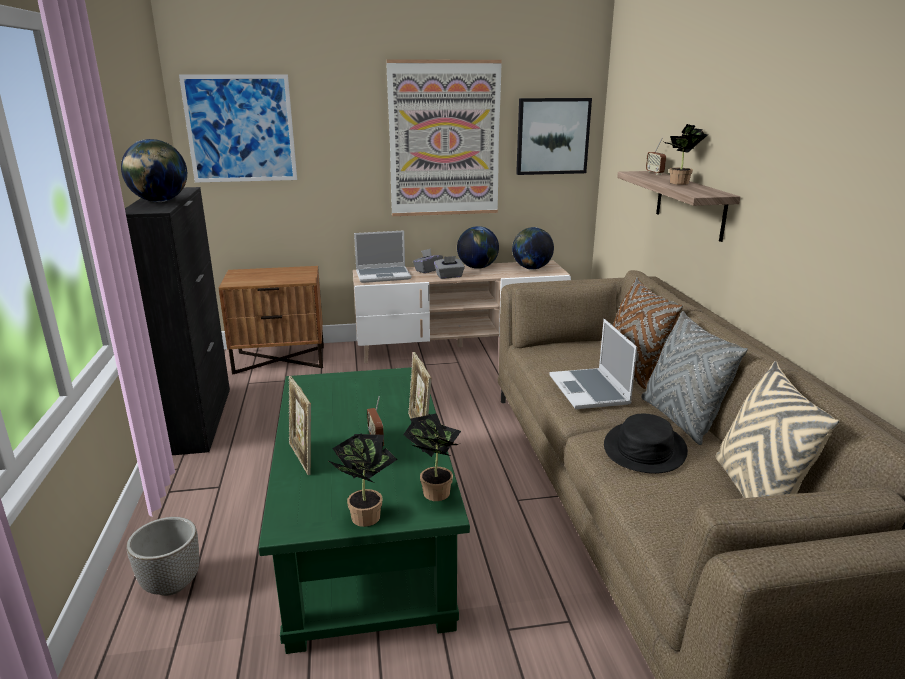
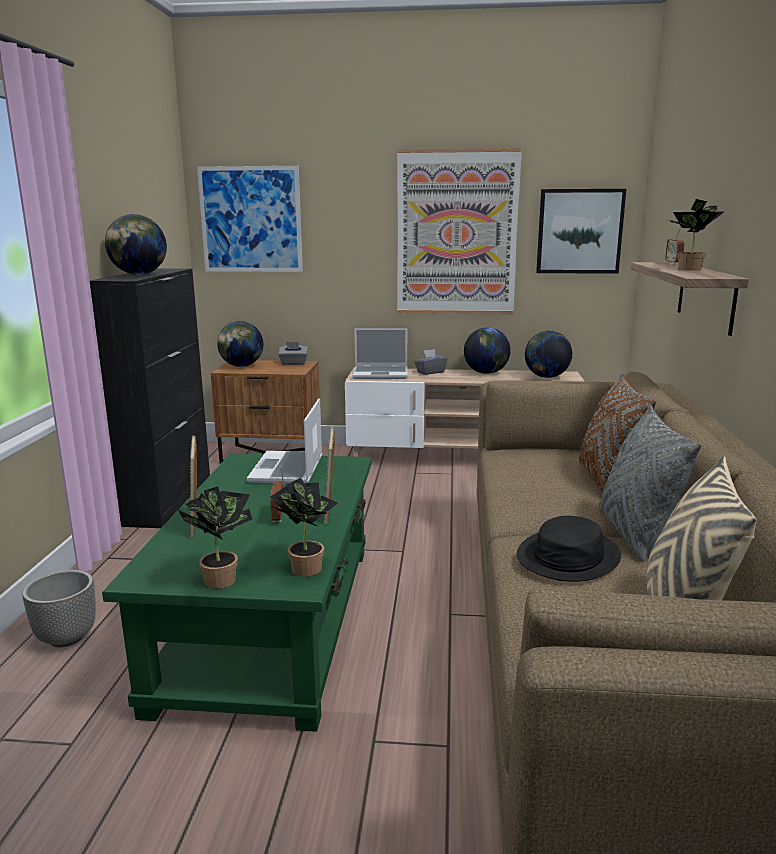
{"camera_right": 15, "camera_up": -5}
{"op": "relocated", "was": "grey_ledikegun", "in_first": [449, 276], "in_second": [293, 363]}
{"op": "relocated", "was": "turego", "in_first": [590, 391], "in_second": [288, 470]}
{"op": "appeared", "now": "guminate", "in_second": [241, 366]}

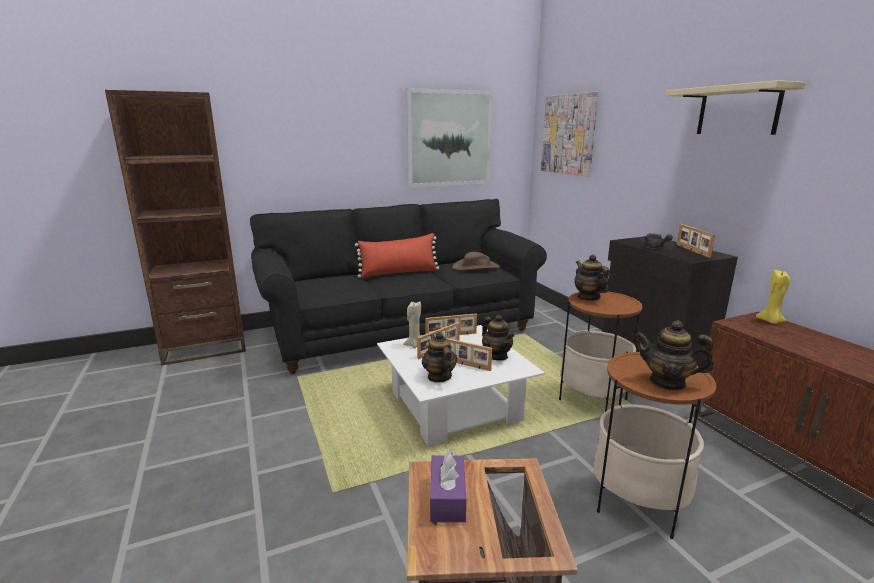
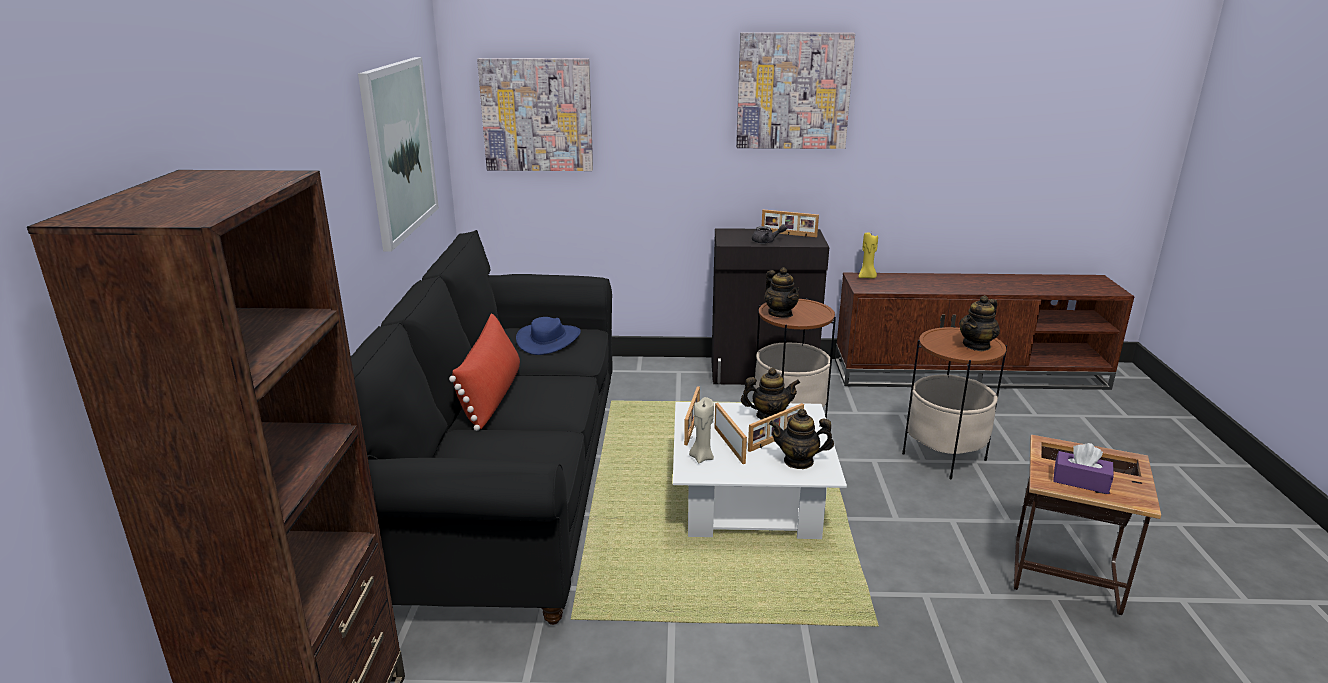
{"camera_right": -65, "camera_up": 5}
{"op": "colour", "was": "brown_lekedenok", "now": "blue_lekedenok", "in_first": [476, 267], "in_second": [549, 340]}
{"op": "spun", "was": "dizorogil", "in_first": [588, 297], "in_second": [780, 314], "clockwise": -120}
{"op": "exchanged", "was": "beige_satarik", "now": "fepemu", "in_first": [738, 111], "in_second": [793, 91]}

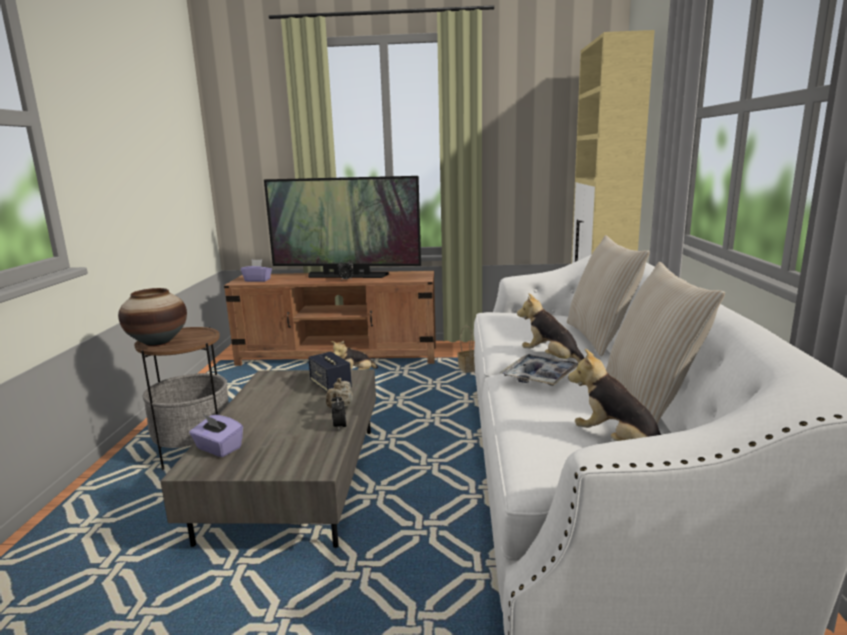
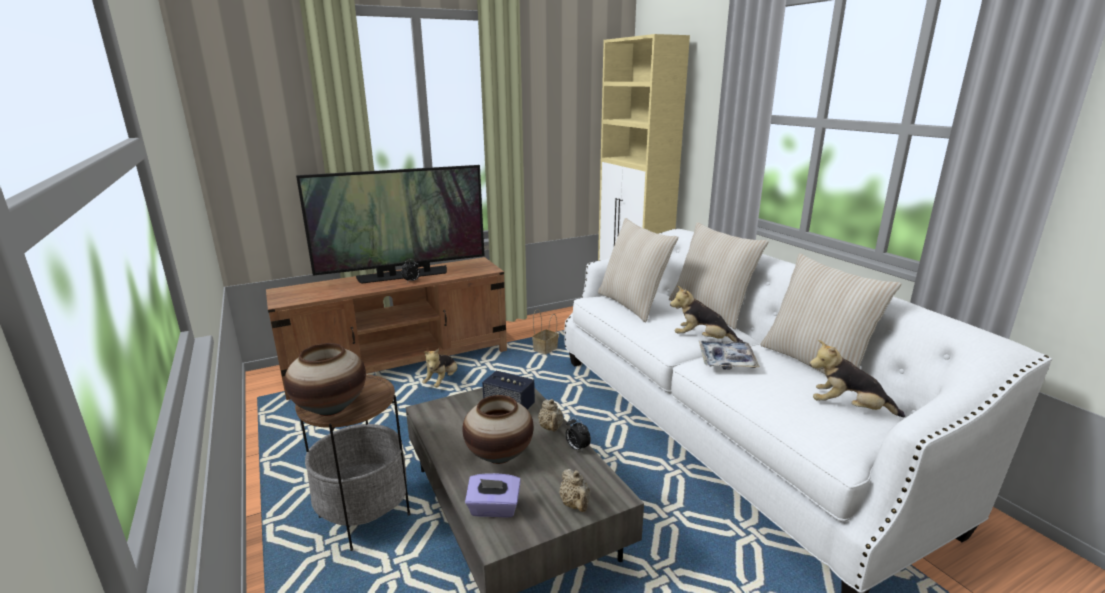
{"camera_right": -30, "camera_up": 5}
{"op": "missing", "was": "purple_ledikegun", "in_first": [257, 280]}
{"op": "appeared", "now": "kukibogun", "in_second": [499, 455]}
{"op": "appeared", "now": "beige_dizorogil", "in_second": [575, 505]}
{"op": "appeared", "now": "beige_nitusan", "in_second": [633, 304]}

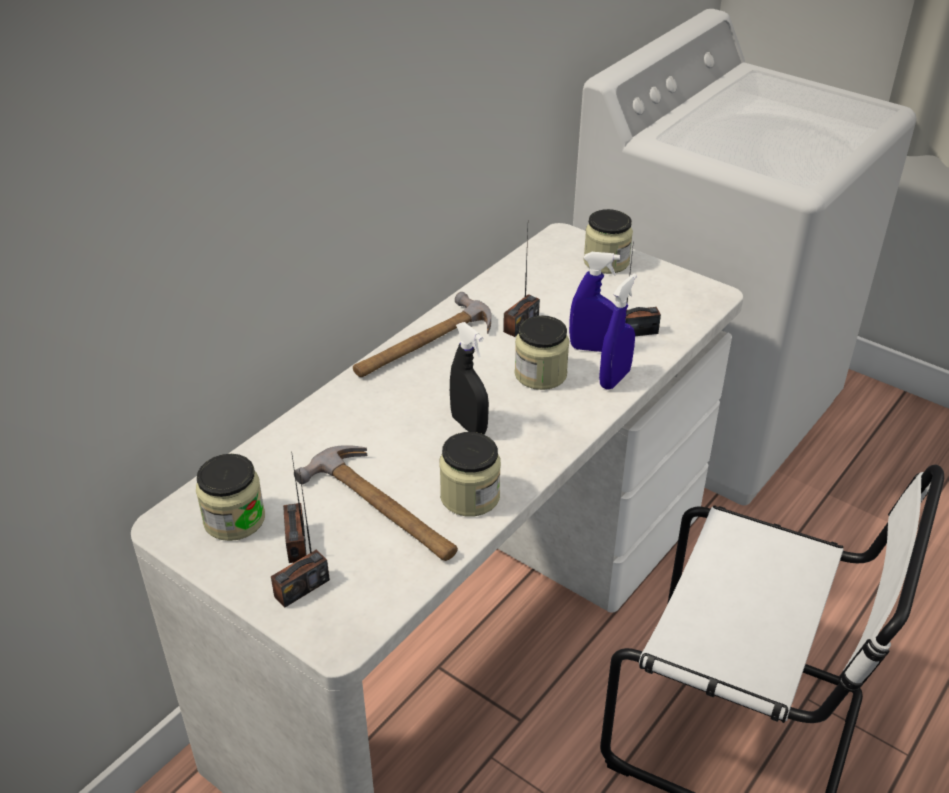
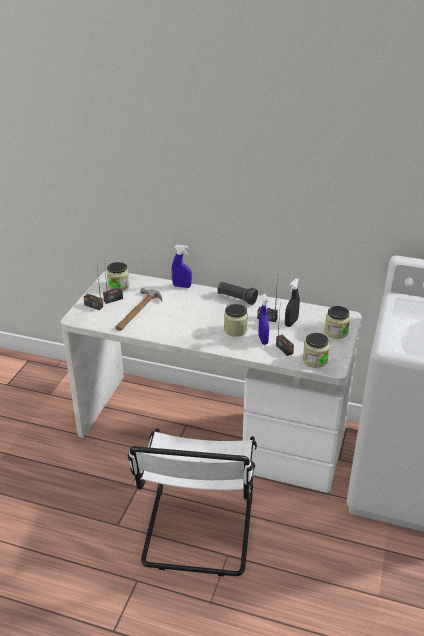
{"camera_right": 70, "camera_up": -5}
{"op": "exchanged", "was": "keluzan", "now": "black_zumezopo", "in_first": [423, 344], "in_second": [236, 298]}
{"op": "relocated", "was": "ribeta", "in_first": [470, 496], "in_second": [315, 360]}
{"op": "relocated", "was": "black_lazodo", "in_first": [469, 425], "in_second": [291, 323]}
{"op": "relocated", "was": "blue_lazodo", "in_first": [614, 379], "in_second": [182, 286]}

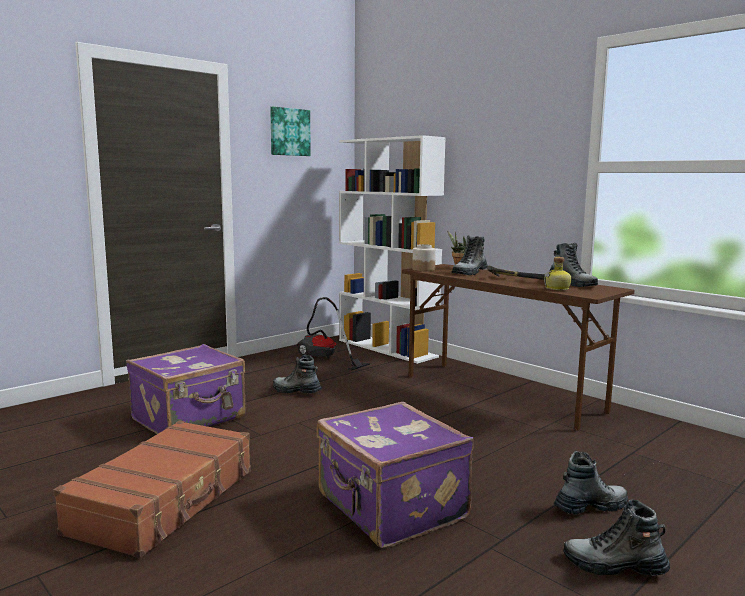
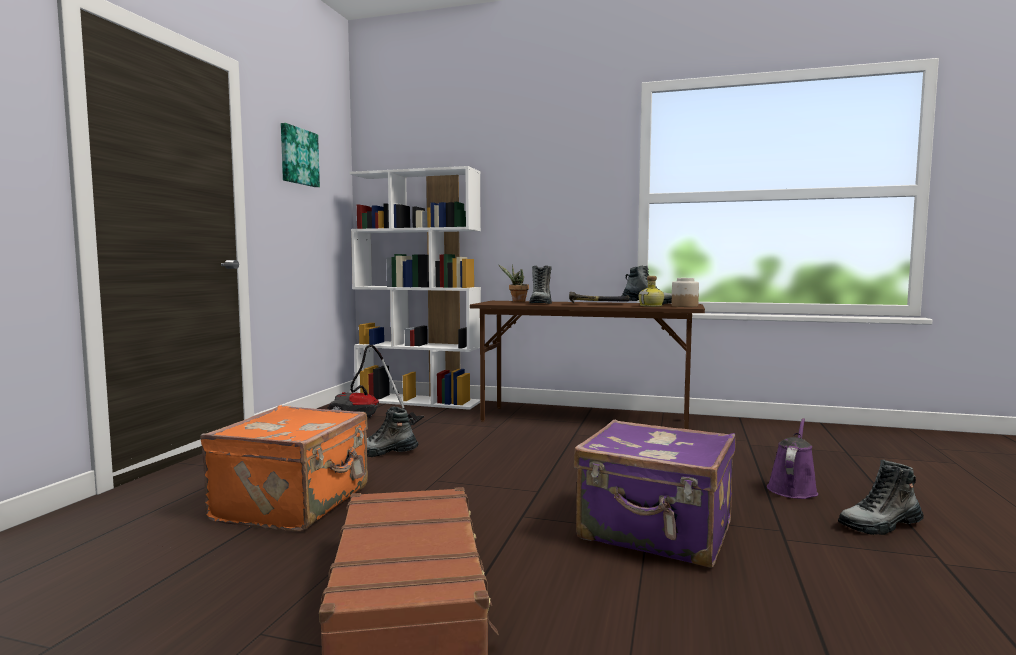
{"camera_right": -30, "camera_up": -5}
{"op": "colour", "was": "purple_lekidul", "now": "orange_lekidul", "in_first": [190, 419], "in_second": [295, 504]}
{"op": "relocated", "was": "ribeta", "in_first": [423, 269], "in_second": [684, 306]}
{"op": "exchanged", "was": "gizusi", "now": "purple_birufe", "in_first": [590, 507], "in_second": [792, 488]}

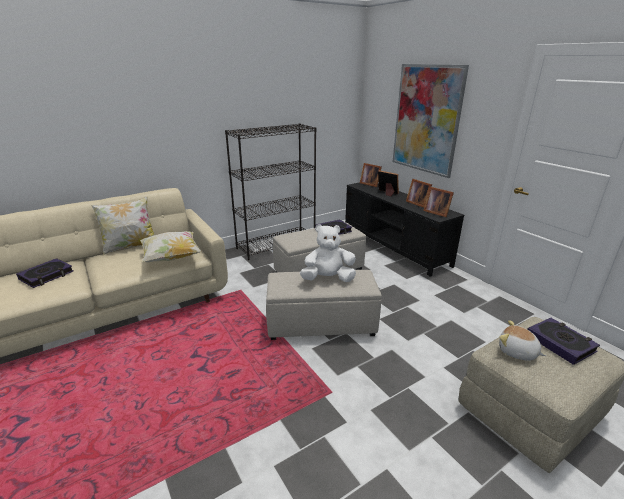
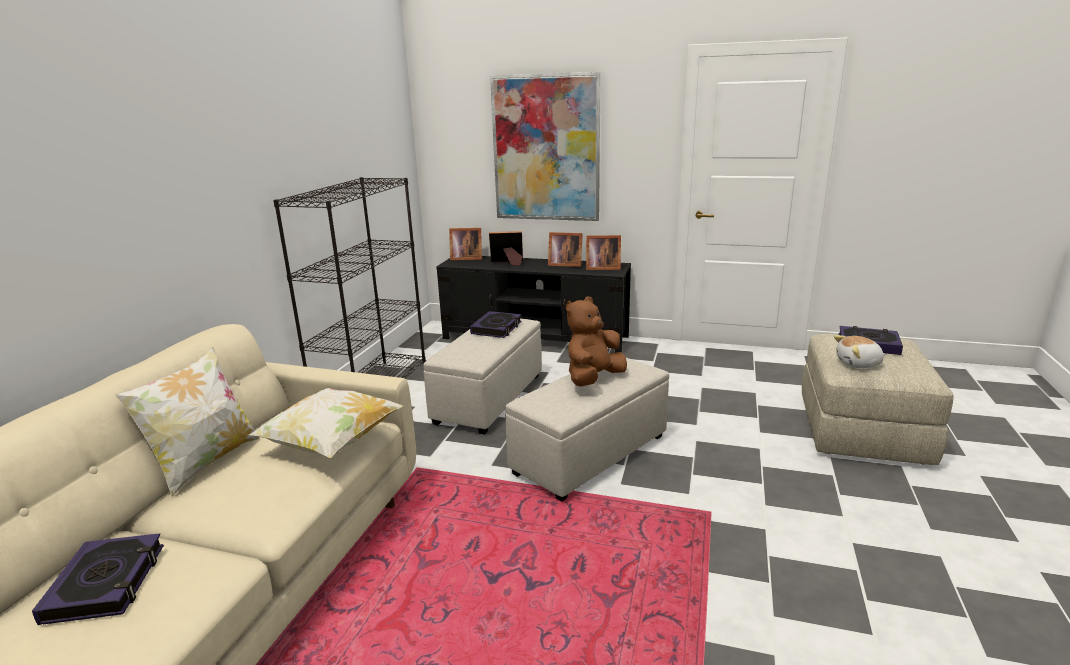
{"camera_right": -40, "camera_up": -5}
{"op": "colour", "was": "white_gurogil", "now": "brown_gurogil", "in_first": [328, 279], "in_second": [593, 379]}

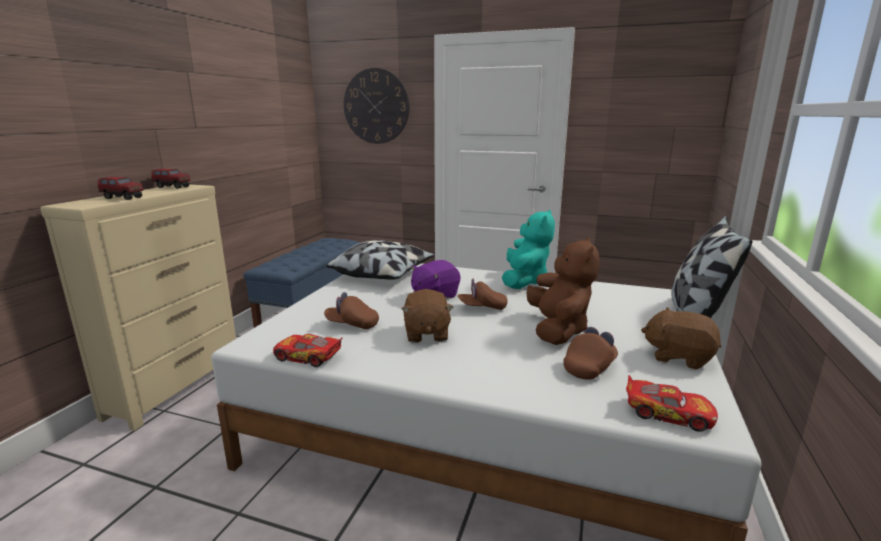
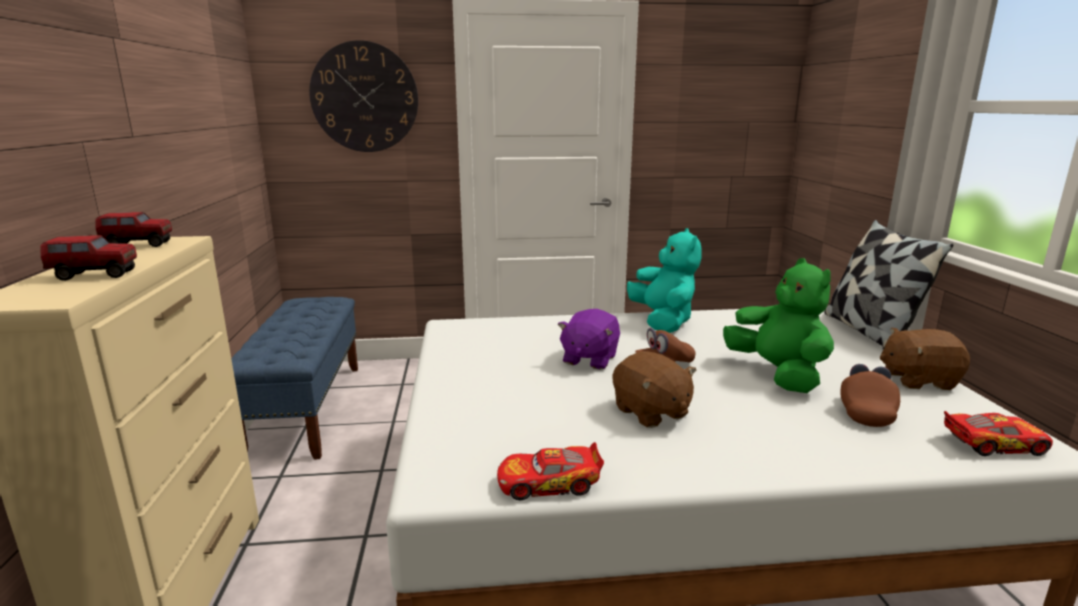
{"camera_right": -25, "camera_up": 0}
{"op": "missing", "was": "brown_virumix", "in_first": [352, 324]}
{"op": "missing", "was": "nitusan", "in_first": [383, 275]}
{"op": "colour", "was": "brown_gurogil", "now": "green_gurogil", "in_first": [557, 330], "in_second": [777, 374]}

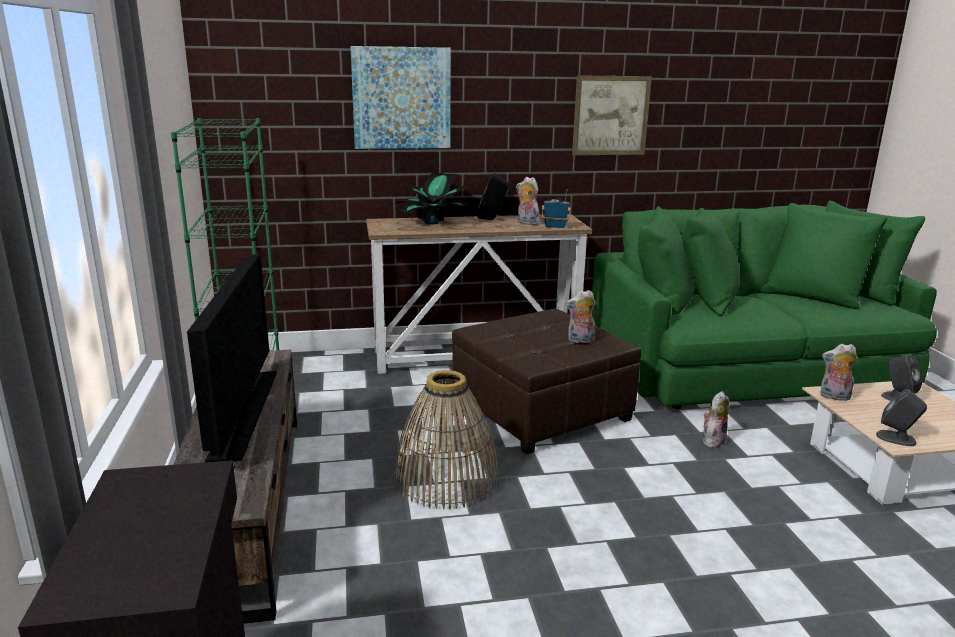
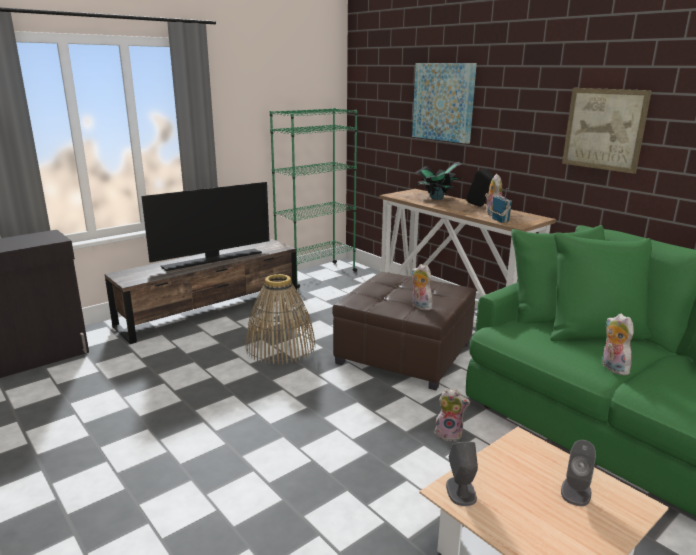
{"camera_right": 60, "camera_up": 0}
{"op": "relocated", "was": "gurogil", "in_first": [834, 397], "in_second": [612, 368]}

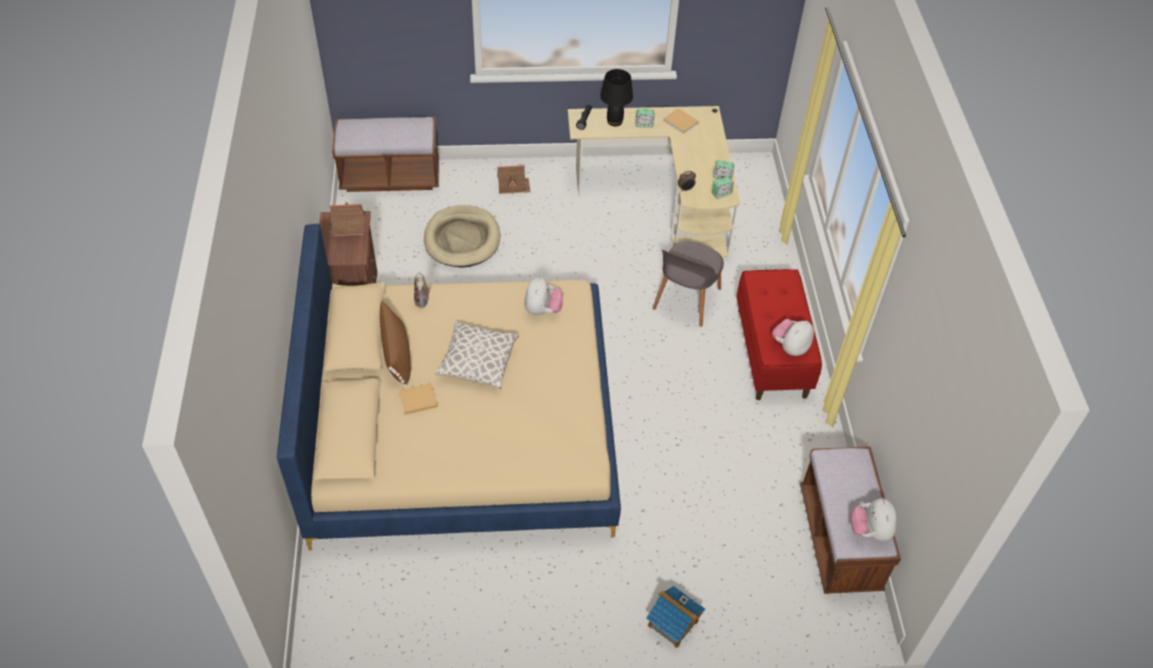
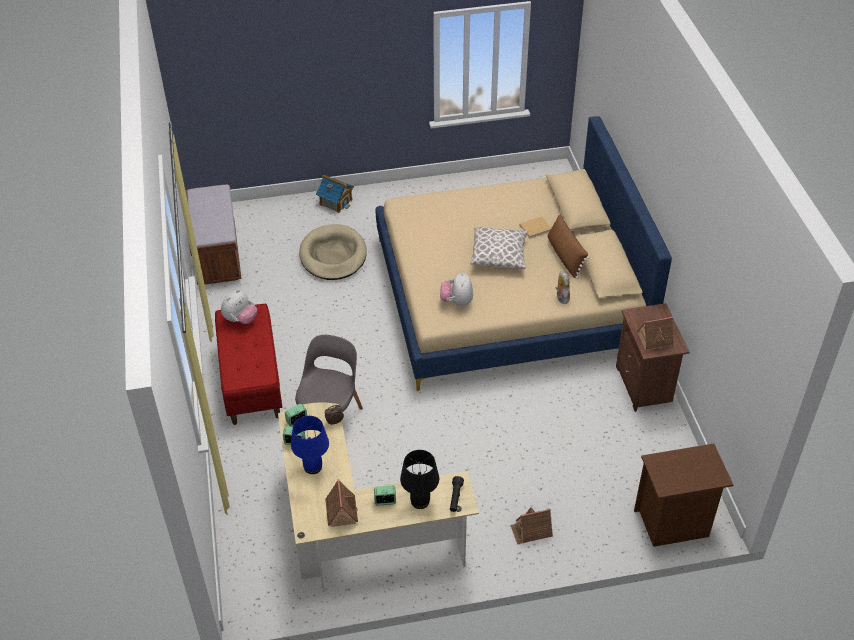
{"camera_right": 175, "camera_up": -5}
{"op": "exchanged", "was": "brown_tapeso", "now": "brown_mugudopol", "in_first": [390, 177], "in_second": [673, 523]}
{"op": "relocated", "was": "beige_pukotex", "in_first": [462, 239], "in_second": [333, 255]}
{"op": "exchanged", "was": "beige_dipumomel", "now": "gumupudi", "in_first": [681, 122], "in_second": [341, 510]}
{"op": "missing", "was": "gurogil", "in_first": [870, 531]}
{"op": "appeared", "now": "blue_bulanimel", "in_second": [312, 467]}

